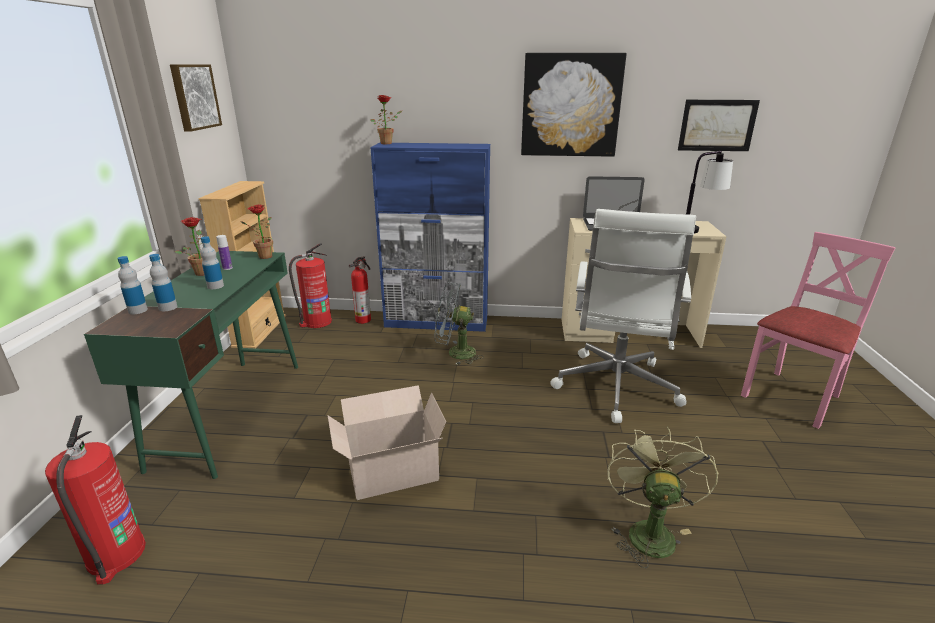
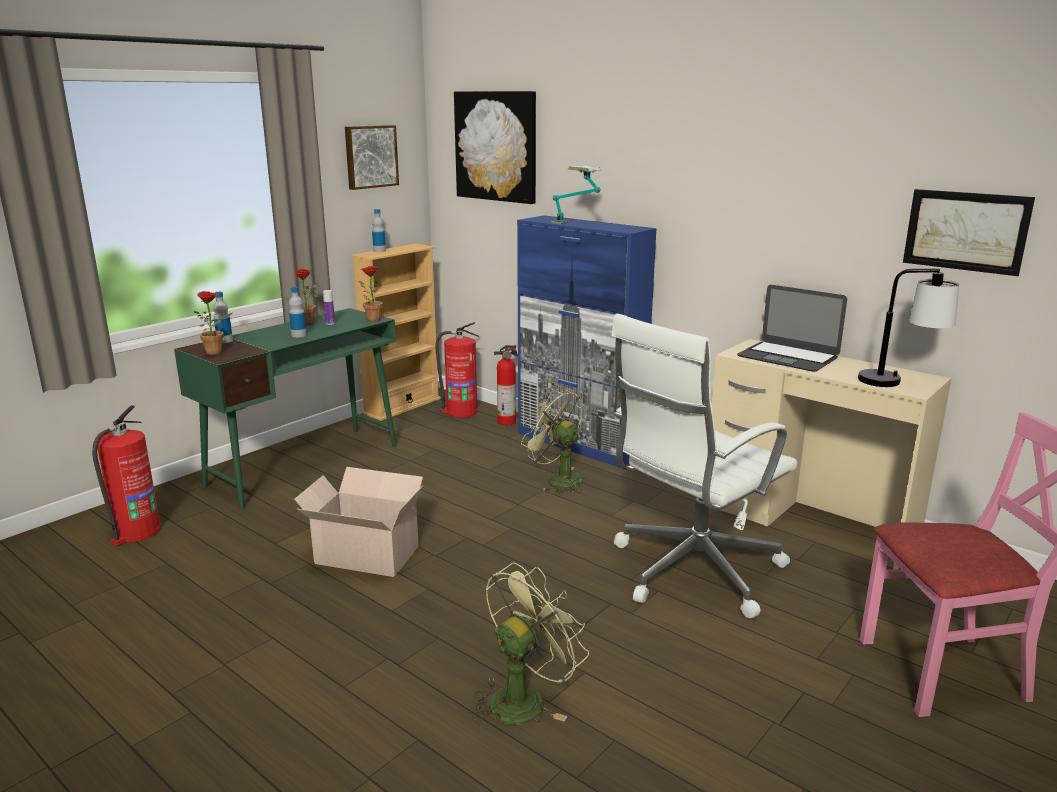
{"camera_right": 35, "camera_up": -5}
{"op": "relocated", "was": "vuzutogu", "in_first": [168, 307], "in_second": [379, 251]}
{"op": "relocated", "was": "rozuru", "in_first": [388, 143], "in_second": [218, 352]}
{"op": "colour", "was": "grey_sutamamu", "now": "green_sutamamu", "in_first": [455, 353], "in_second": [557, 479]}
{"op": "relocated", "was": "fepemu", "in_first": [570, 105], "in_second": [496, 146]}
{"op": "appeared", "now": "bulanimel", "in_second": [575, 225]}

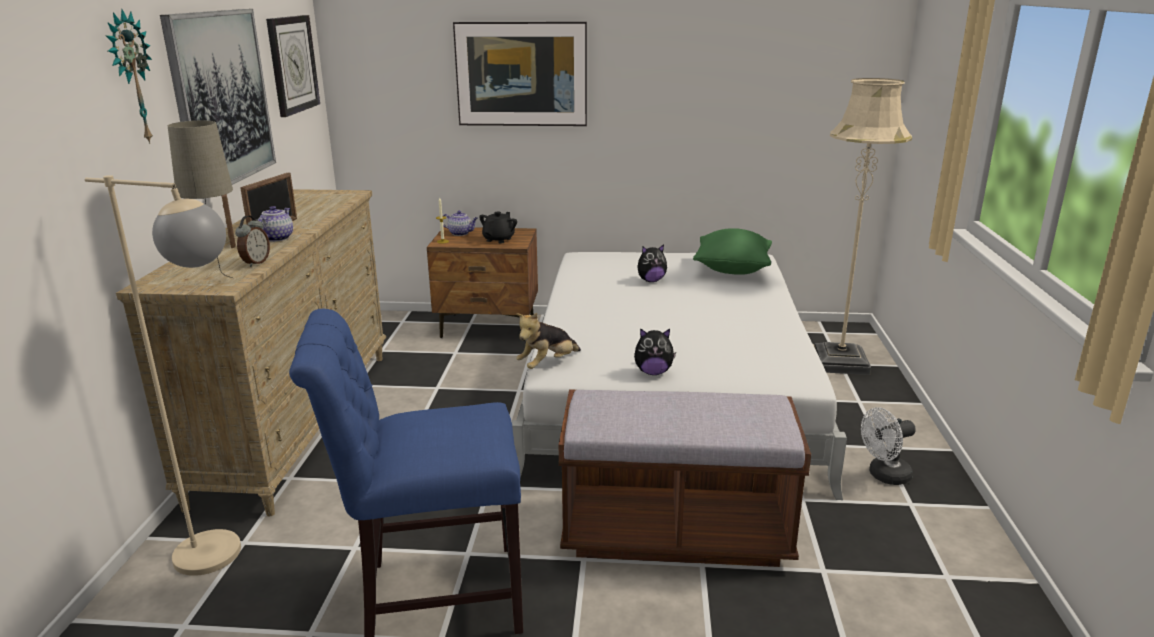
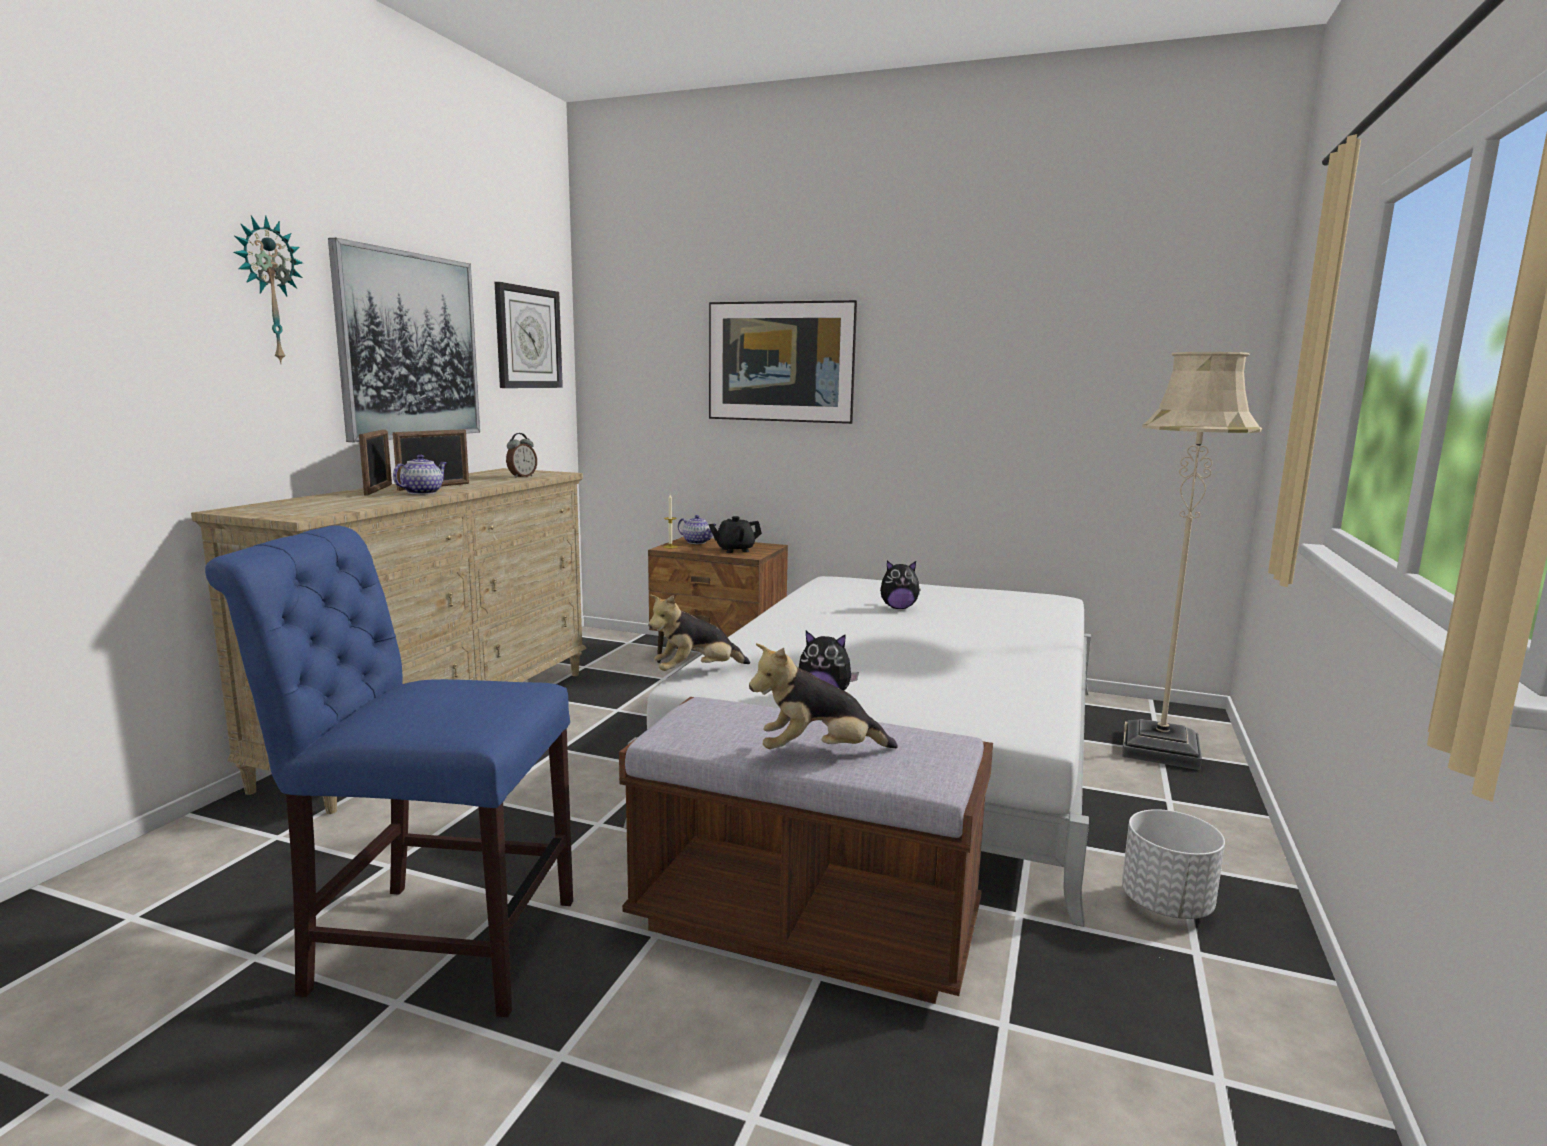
{"camera_right": 15, "camera_up": -10}
{"op": "missing", "was": "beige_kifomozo", "in_first": [227, 558]}
{"op": "missing", "was": "beige_bulanimel", "in_first": [221, 282]}
{"op": "relocated", "was": "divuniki", "in_first": [255, 263], "in_second": [521, 477]}
{"op": "spun", "was": "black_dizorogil", "in_first": [499, 239], "in_second": [734, 550], "clockwise": -150}
{"op": "missing", "was": "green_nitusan", "in_first": [732, 270]}
{"op": "exchanged", "was": "white_sutamamu", "now": "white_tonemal", "in_first": [884, 476], "in_second": [1167, 905]}
{"op": "appeared", "now": "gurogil", "in_second": [818, 753]}

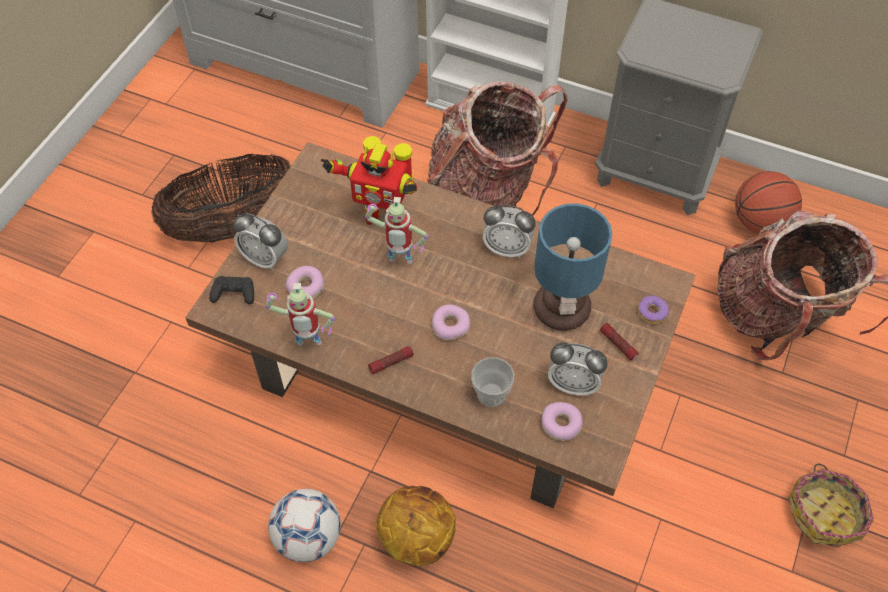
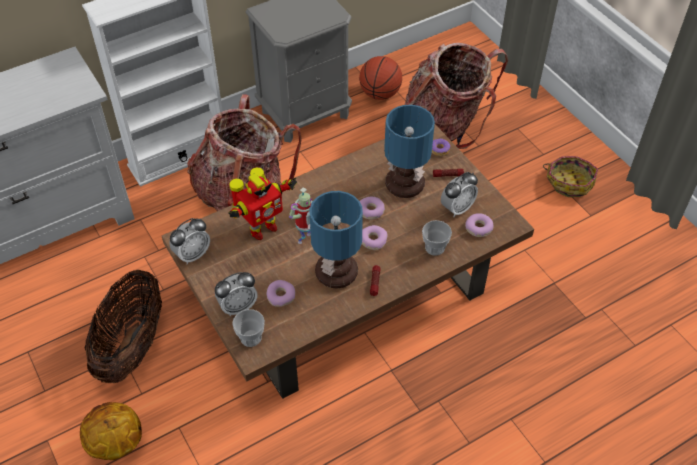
{"camera_right": -55, "camera_up": -5}
{"op": "exchanged", "was": "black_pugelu", "now": "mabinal", "in_first": [234, 293], "in_second": [251, 337]}
{"op": "missing", "was": "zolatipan", "in_first": [308, 346]}
{"op": "missing", "was": "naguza", "in_first": [308, 538]}
{"op": "relocated", "was": "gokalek", "in_first": [416, 537], "in_second": [115, 444]}
{"op": "relocated", "was": "divuniki", "in_first": [507, 248], "in_second": [192, 254]}
{"op": "appeared", "now": "bulanimel", "in_second": [336, 272]}
{"op": "appeared", "now": "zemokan", "in_second": [371, 211]}

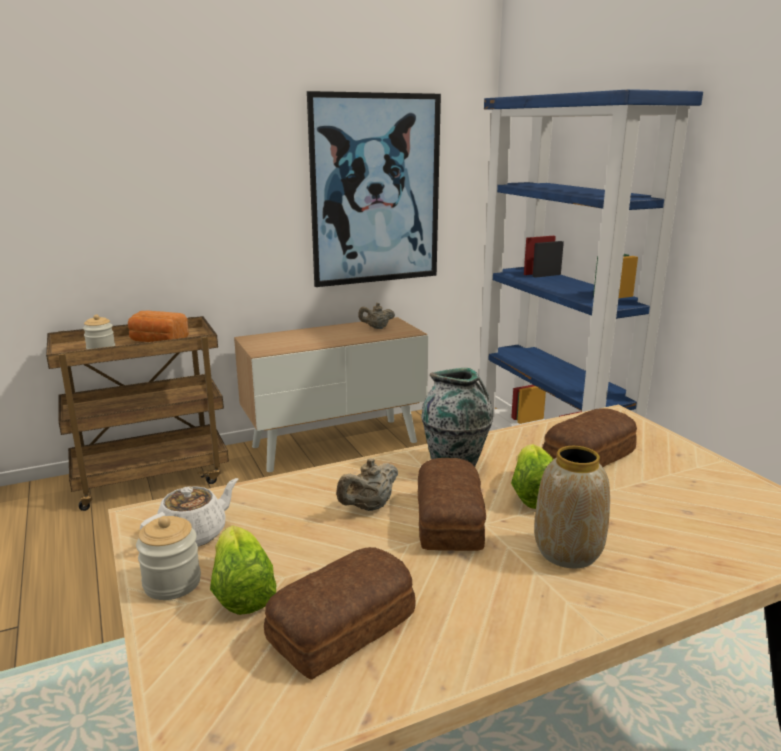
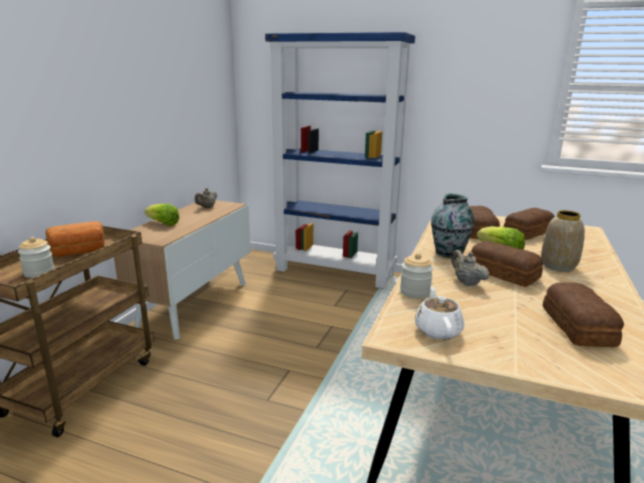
{"camera_right": -45, "camera_up": 0}
{"op": "relocated", "was": "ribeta", "in_first": [172, 583], "in_second": [415, 291]}
{"op": "relocated", "was": "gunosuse", "in_first": [242, 591], "in_second": [163, 224]}
{"op": "missing", "was": "fepemu", "in_first": [375, 190]}
{"op": "spun", "was": "beige_dizorogil", "in_first": [369, 507], "in_second": [466, 282], "clockwise": 150}
{"op": "appeared", "now": "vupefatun", "in_second": [526, 232]}

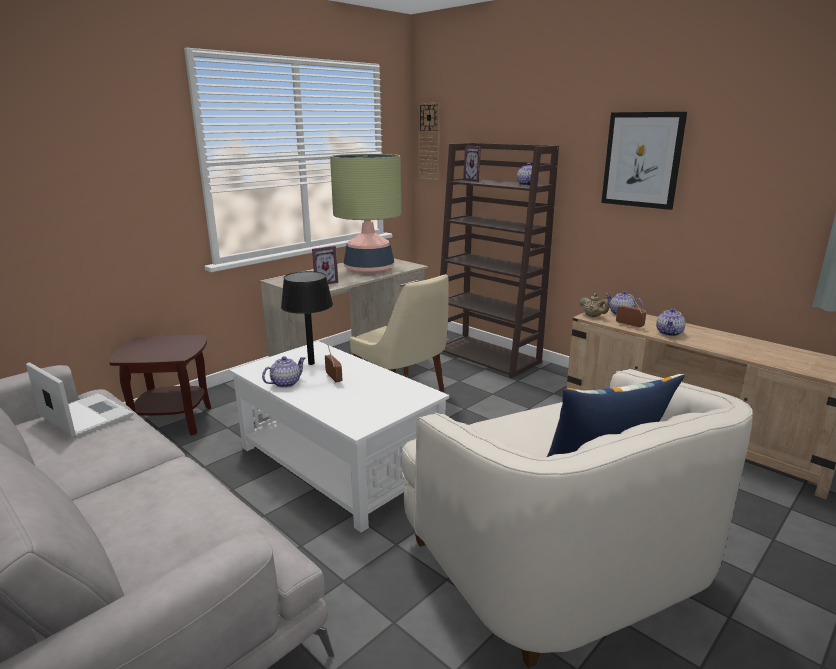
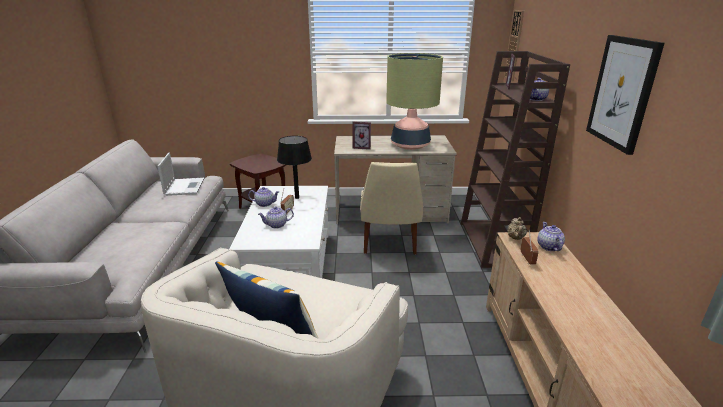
{"camera_right": 45, "camera_up": 5}
{"op": "relocated", "was": "dizorogil", "in_first": [669, 333], "in_second": [276, 225]}

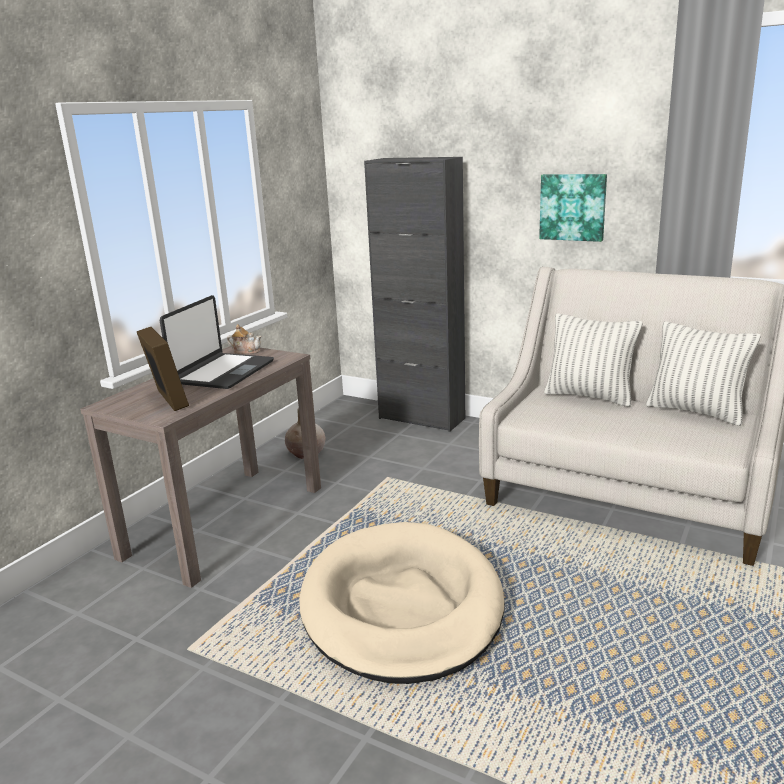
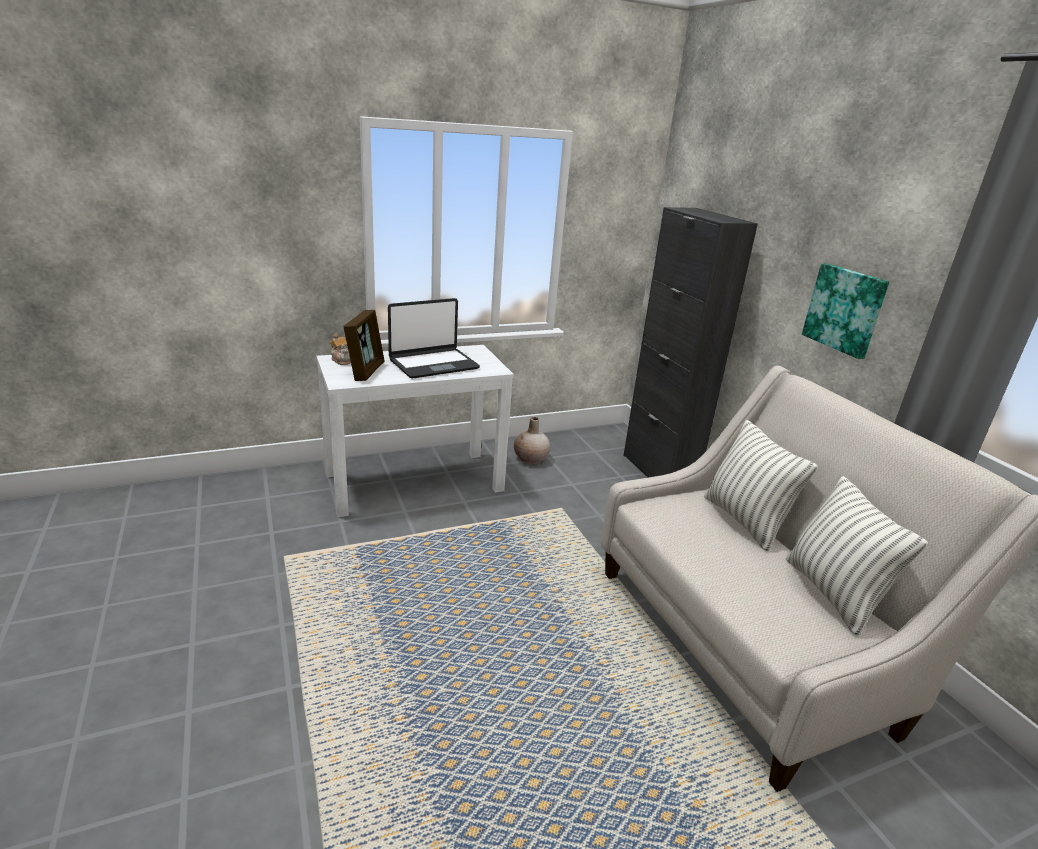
{"camera_right": 35, "camera_up": 5}
{"op": "colour", "was": "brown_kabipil", "now": "white_kabipil", "in_first": [226, 520], "in_second": [415, 482]}
{"op": "relocated", "was": "dizorogil", "in_first": [246, 351], "in_second": [341, 360]}
{"op": "missing", "was": "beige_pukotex", "in_first": [402, 606]}

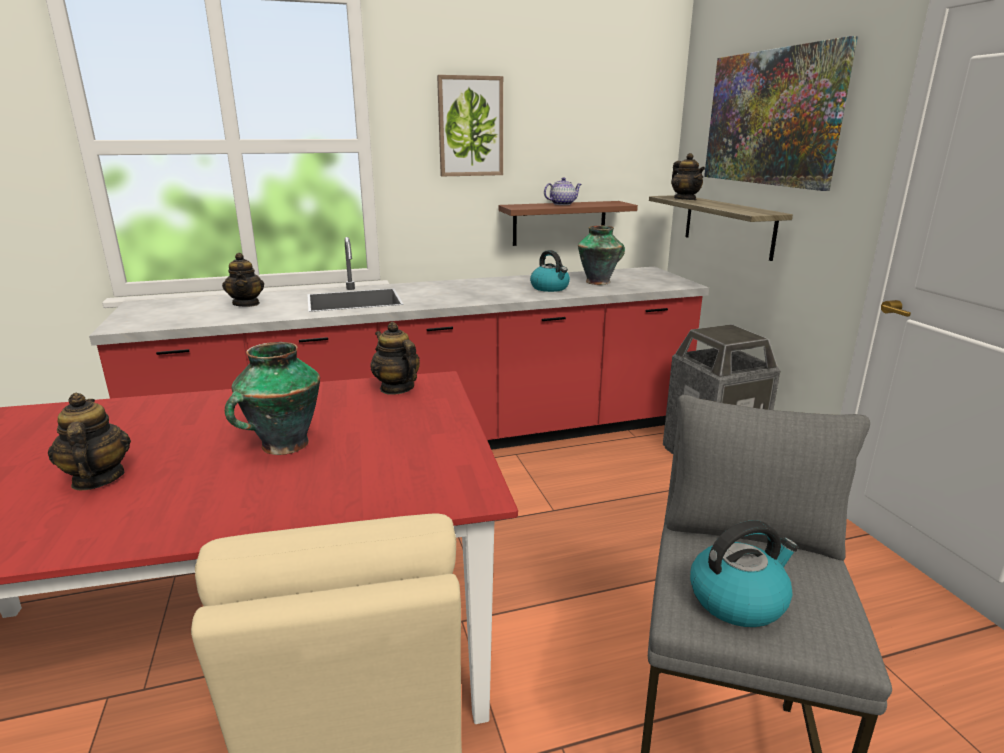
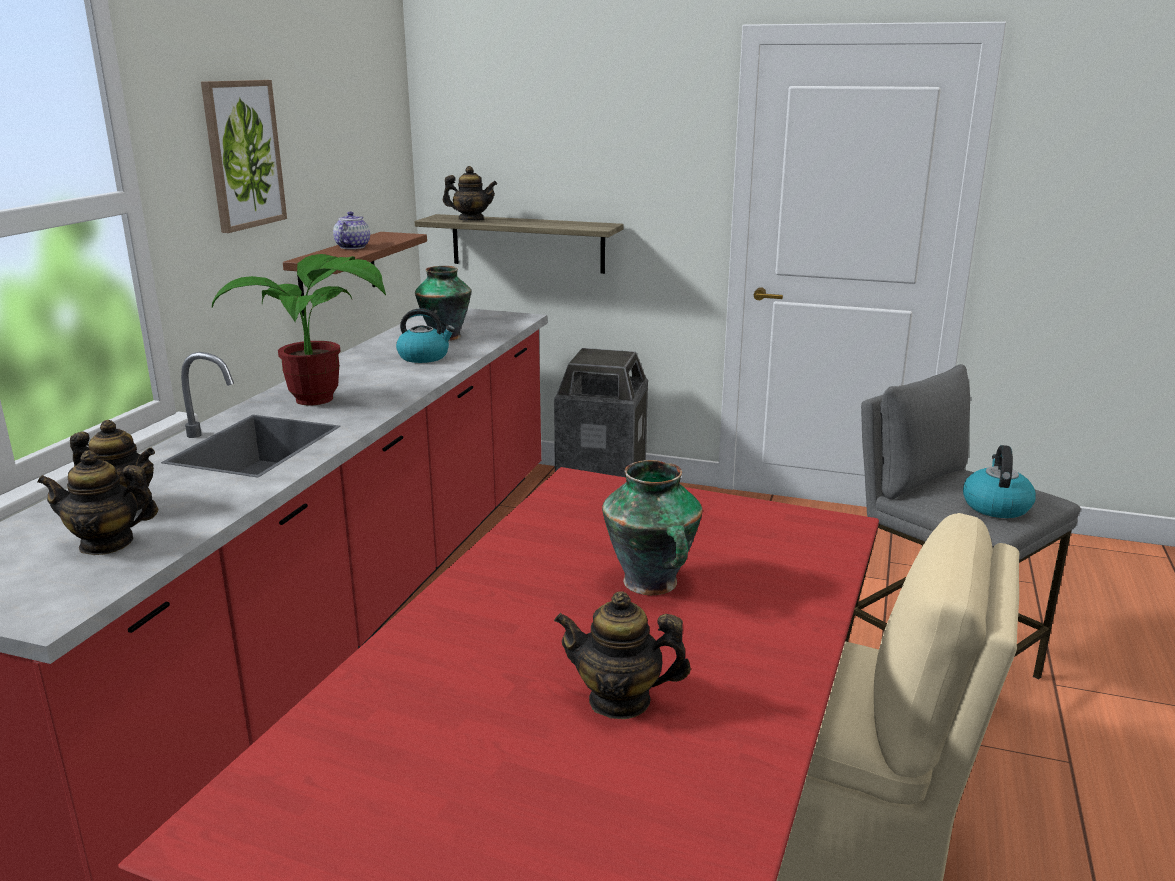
{"camera_right": -55, "camera_up": 0}
{"op": "relocated", "was": "dizorogil", "in_first": [396, 388], "in_second": [107, 543]}
{"op": "missing", "was": "fepemu", "in_first": [771, 118]}
{"op": "appeared", "now": "rozuru", "in_second": [322, 400]}

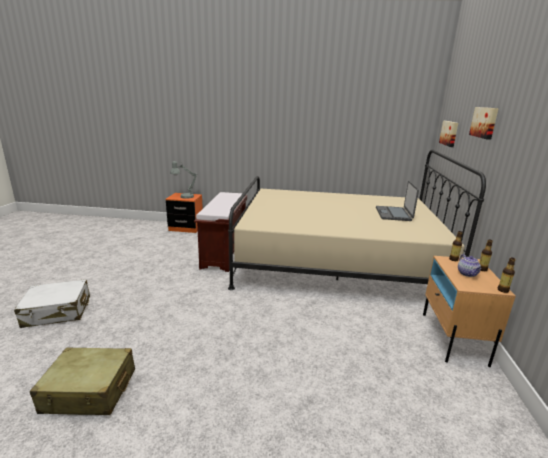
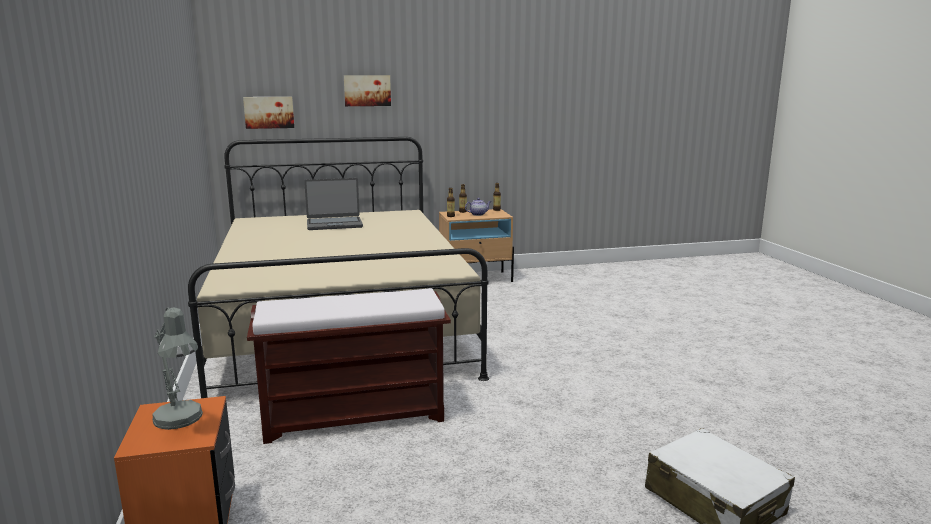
{"camera_right": -110, "camera_up": -5}
{"op": "missing", "was": "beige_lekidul", "in_first": [89, 391]}

